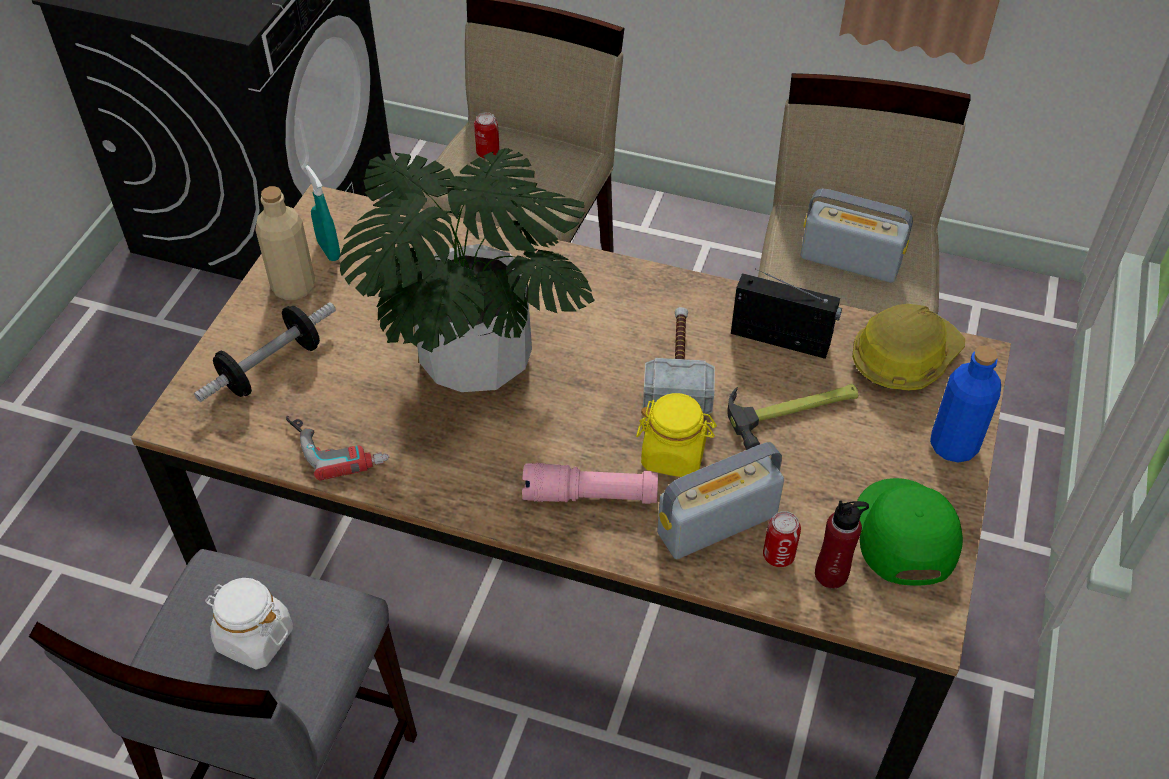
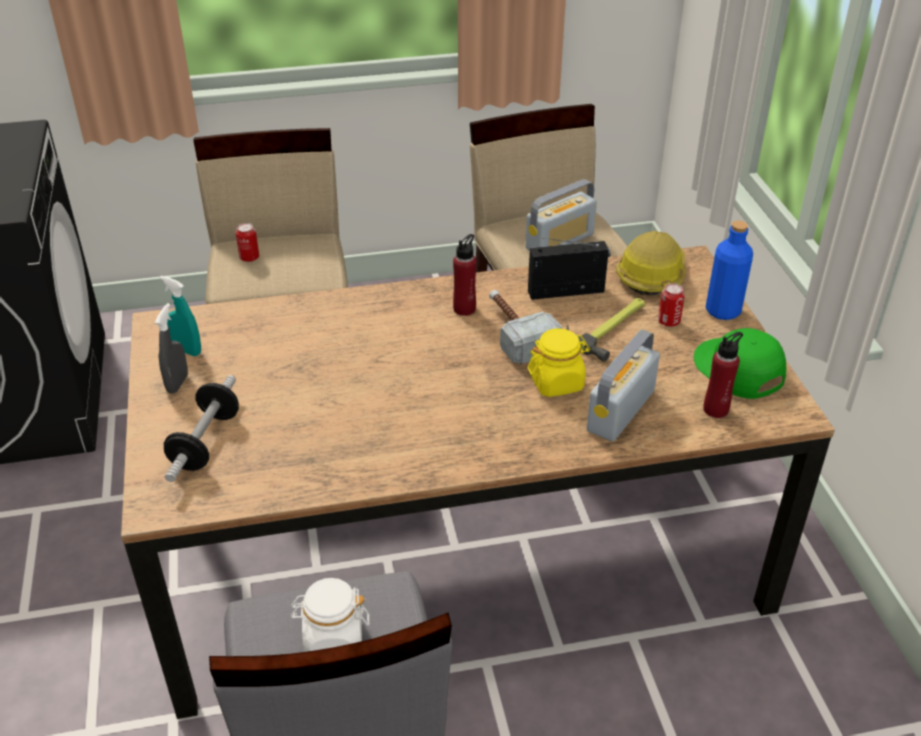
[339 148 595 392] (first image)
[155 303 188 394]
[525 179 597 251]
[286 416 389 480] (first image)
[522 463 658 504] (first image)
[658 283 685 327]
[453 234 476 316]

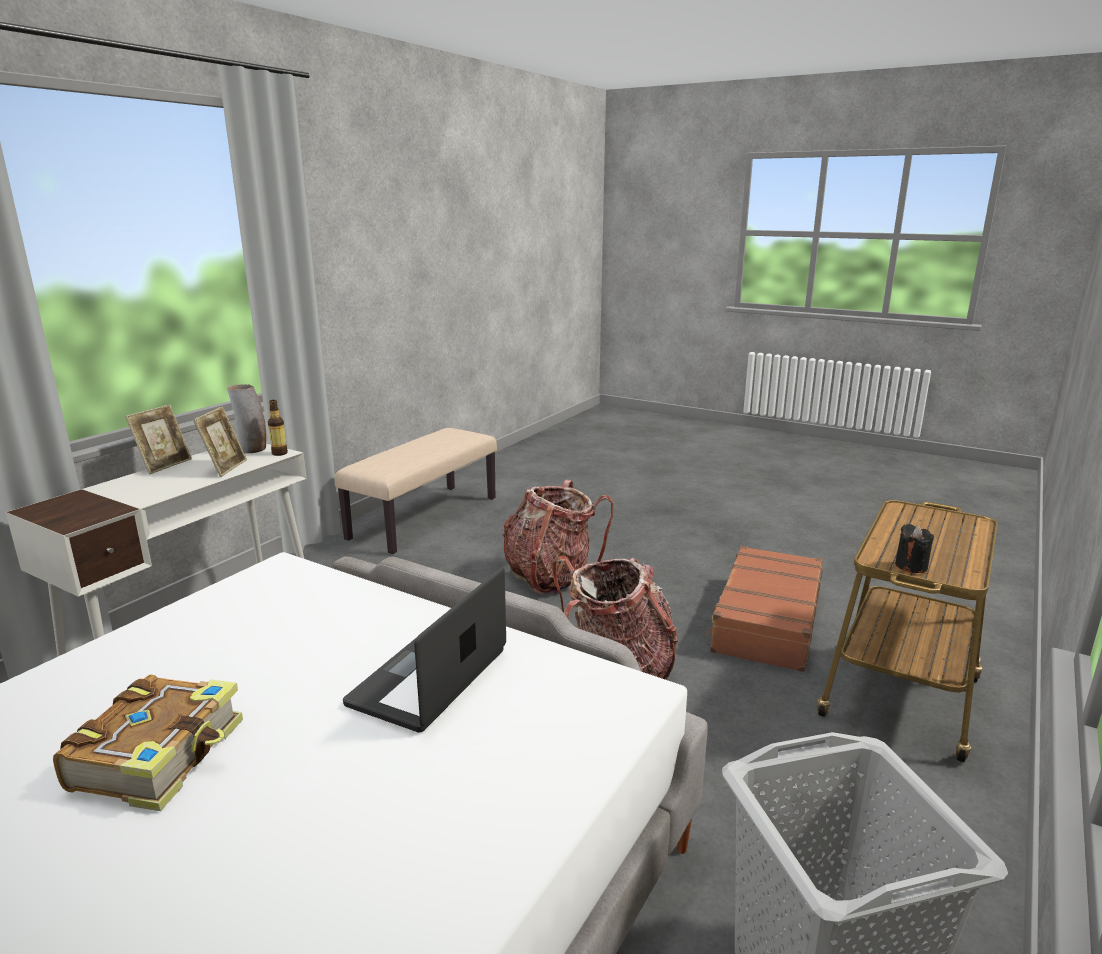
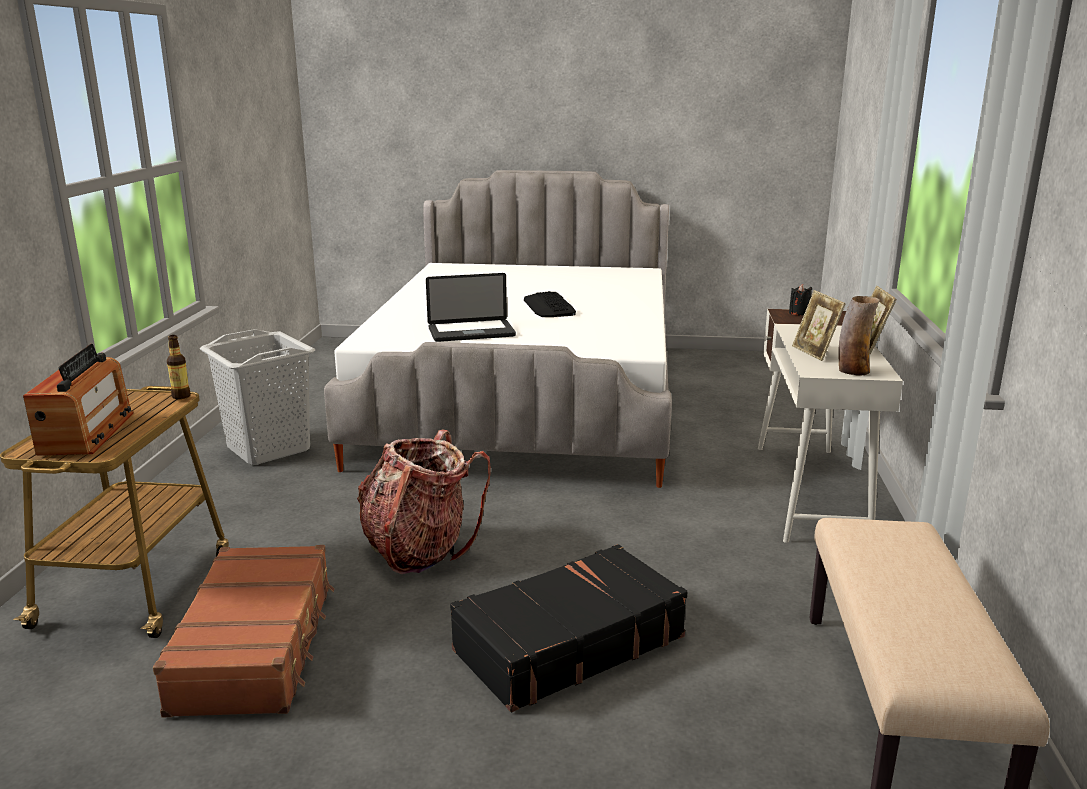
[167 335 191 399]
[450 544 687 712]
[789 284 812 316]
[426 273 516 342]
[524 291 576 317]
[23 344 134 456]

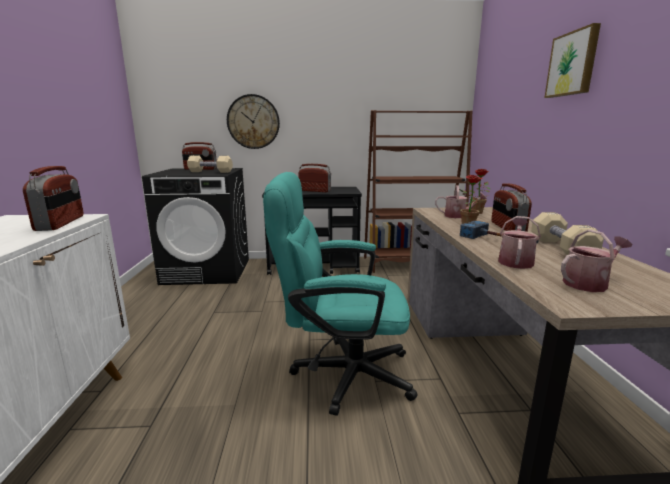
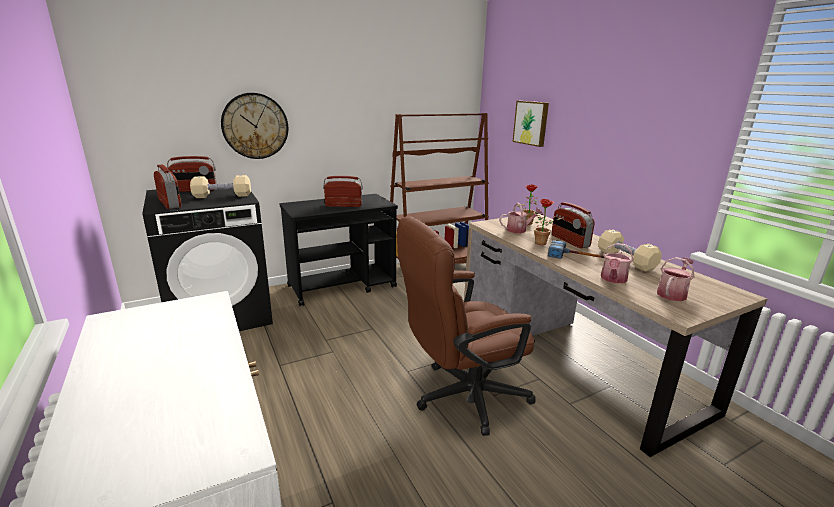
[513 101 549 147]
[154 164 182 209]
[397 216 536 436]
[601 243 633 283]

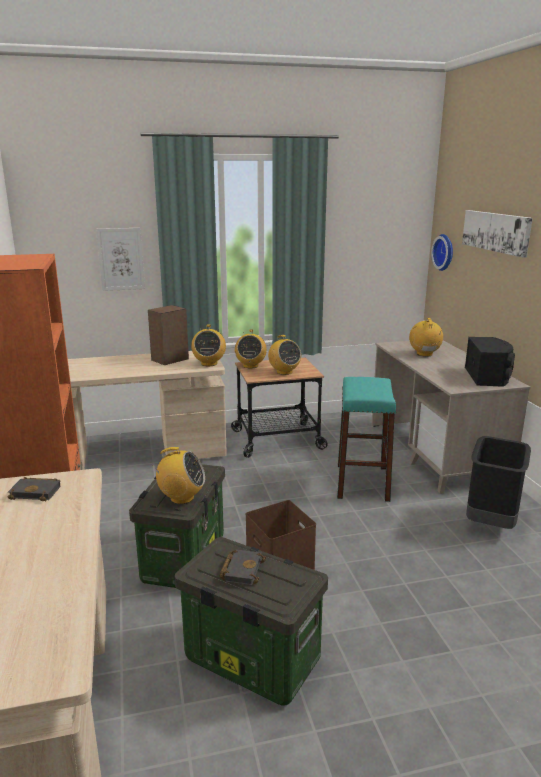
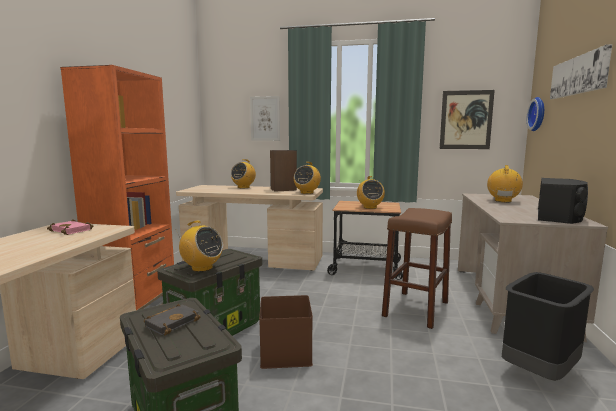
[231 159 256 188]
[382 208 452 329]
[47 219 93 235]
[440 90 495 149]

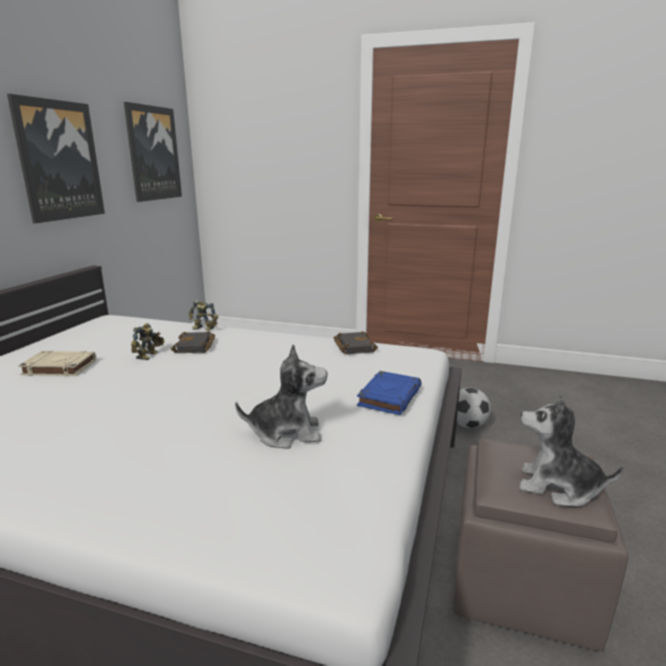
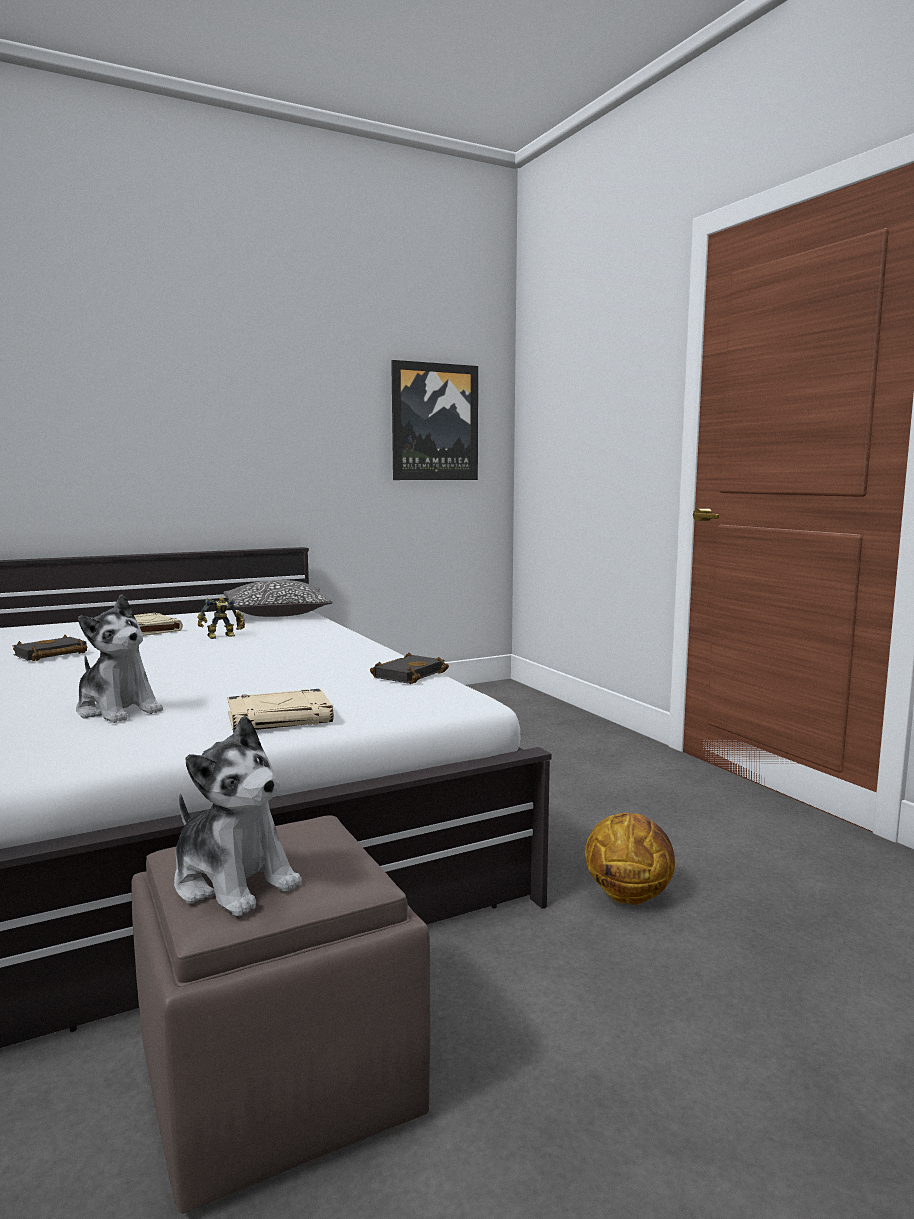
[7 94 105 223] (first image)
[188 300 218 331] (first image)
[12 635 87 661]
[227 689 333 732]
[585 813 675 905]
[174 716 302 916]
[223 580 333 617]

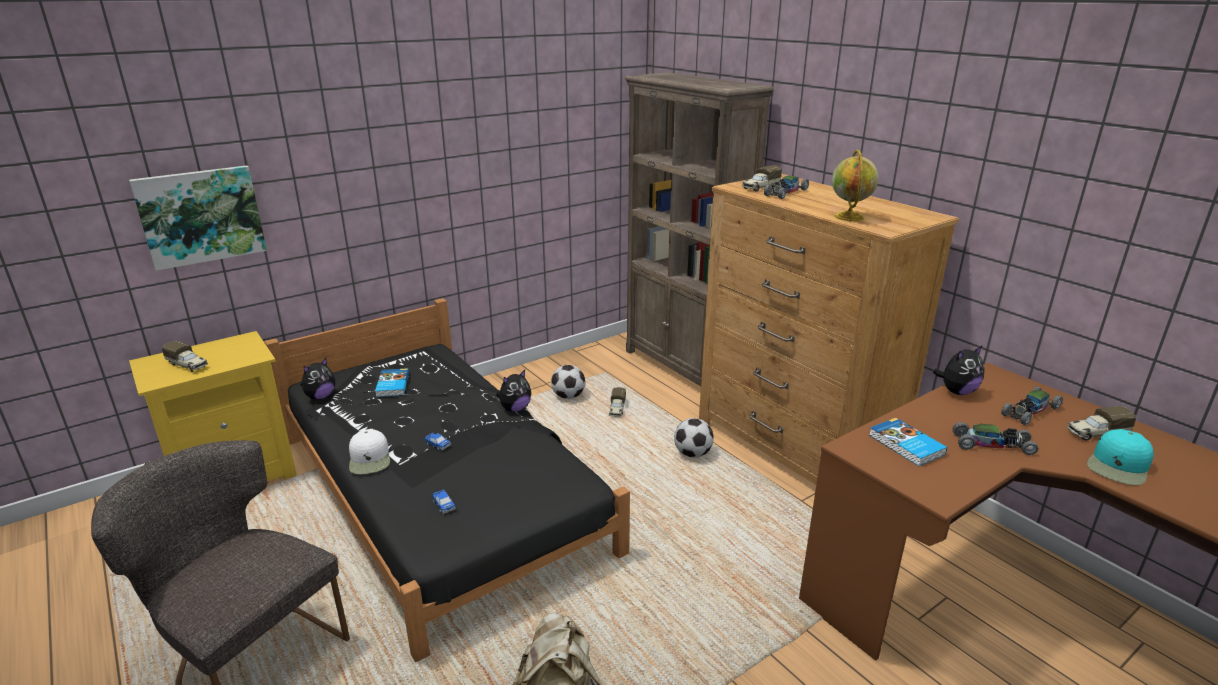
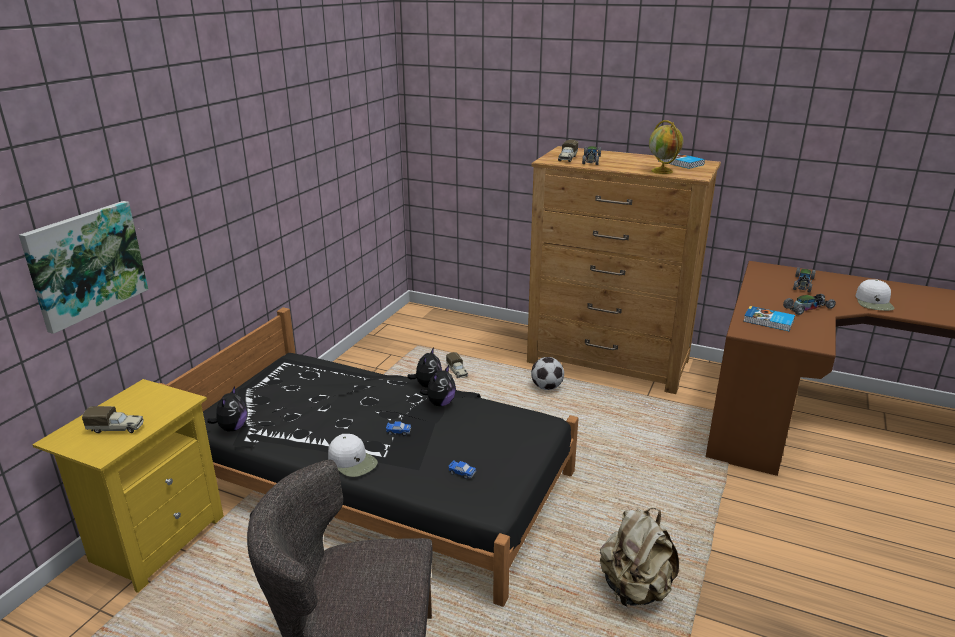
[624 72 774 386] (first image)
[420 365 456 406]
[551 365 585 399] (first image)
[659 153 705 169]
[1067 406 1137 440] (first image)
[856 280 894 311]

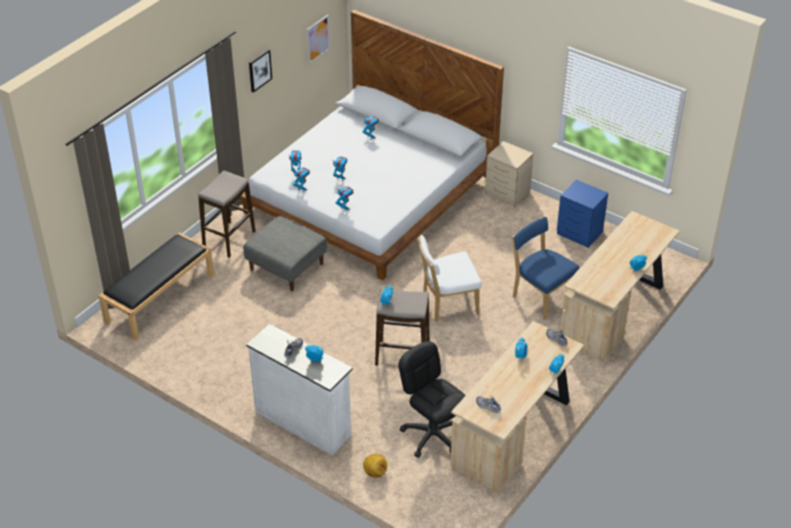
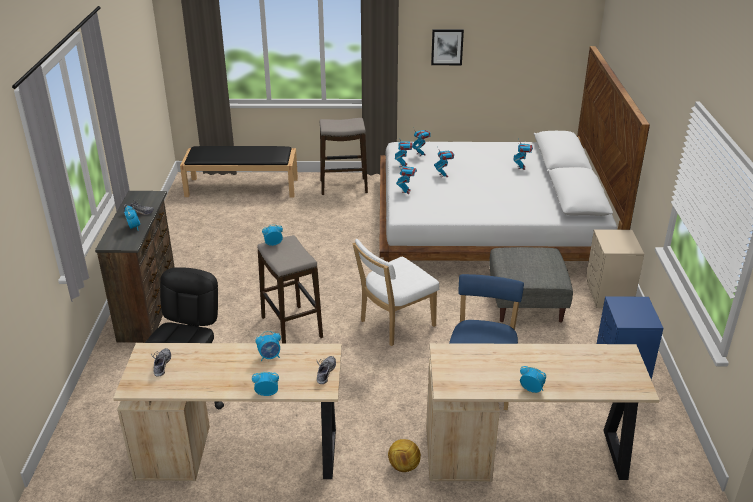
[307 15 330 64] (first image)
[489 247 573 323]
[353 239 439 346]
[95 191 175 343]
[388 439 421 472]

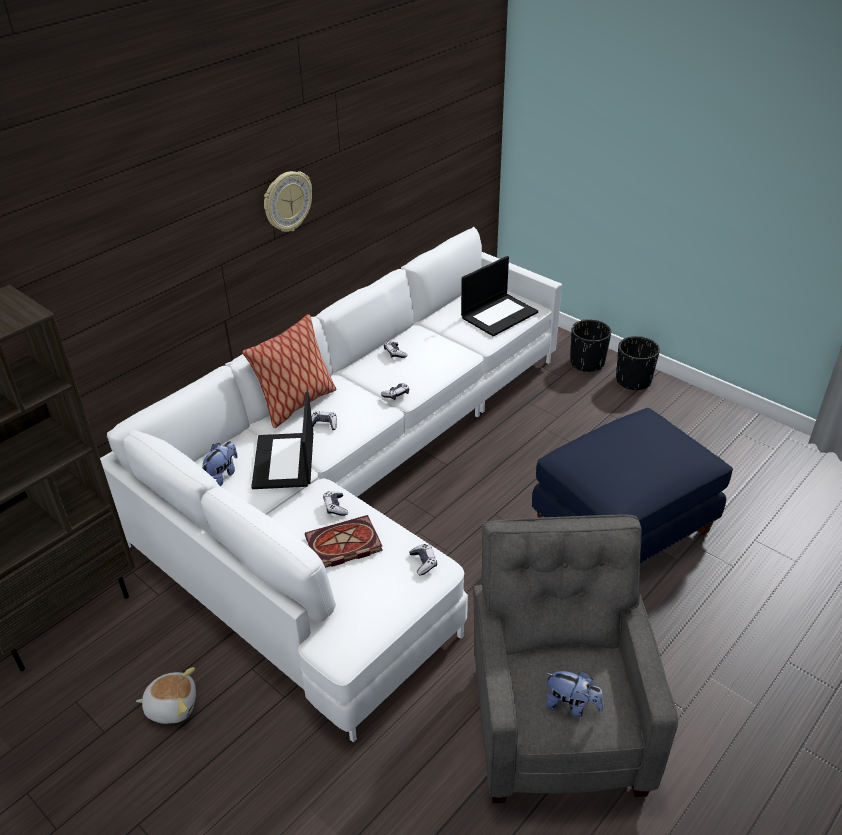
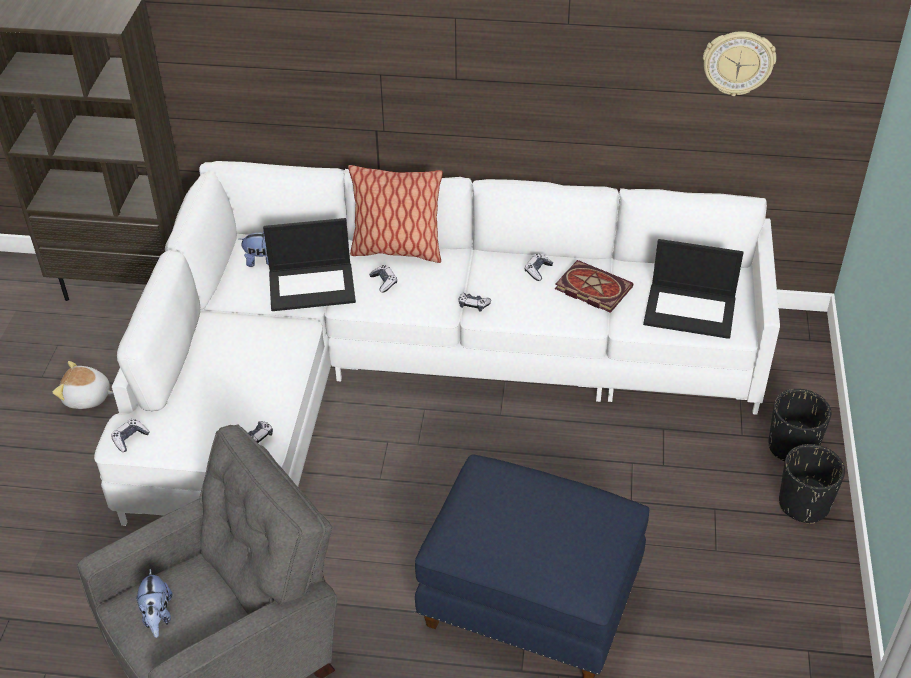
[703 31 776 96]
[263 218 356 311]
[111 419 150 452]
[555 260 633 313]
[53 361 114 409]

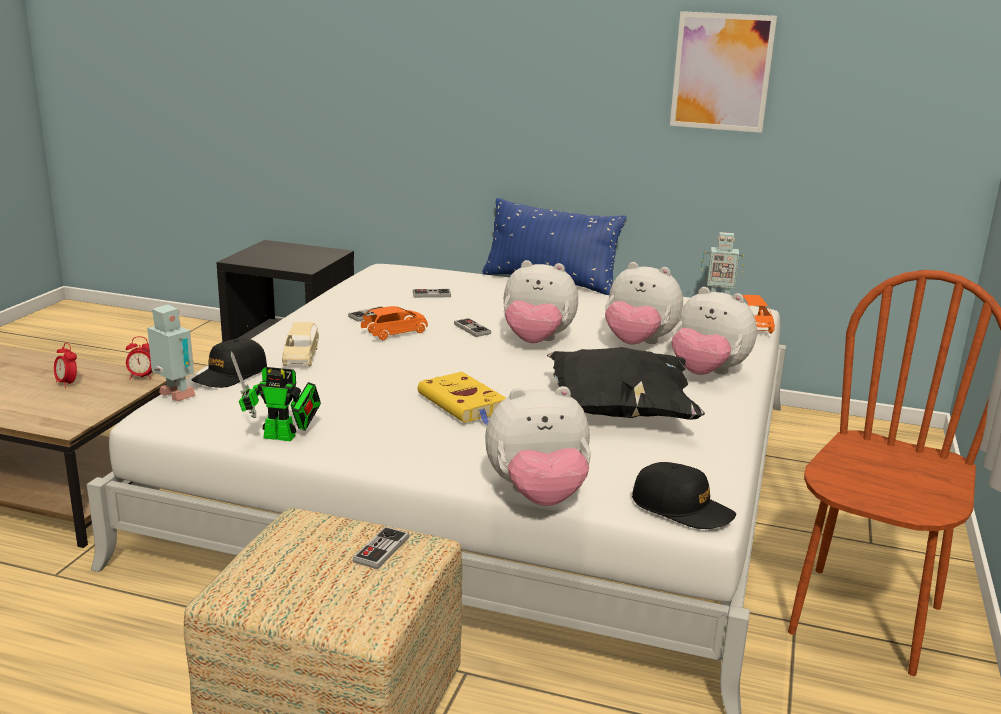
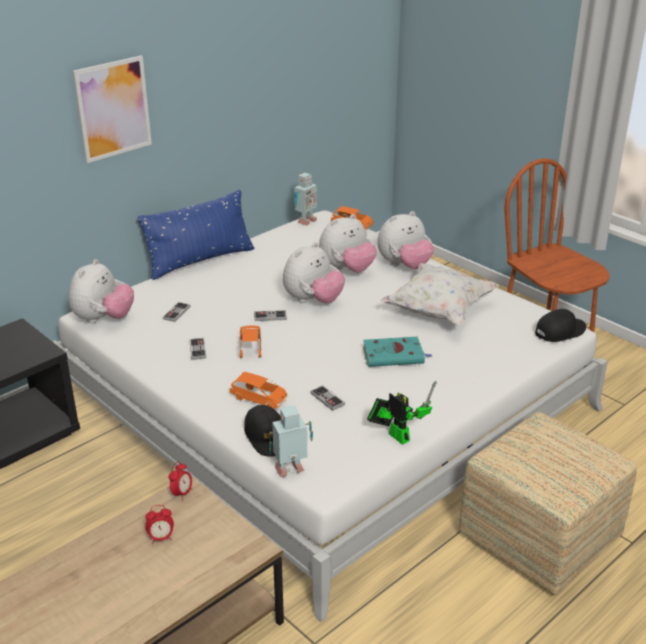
[73 56 152 163]
[230 372 287 409]
[380 263 499 325]
[367 380 436 445]
[363 337 433 367]
[68 259 134 324]
[310 386 345 411]

